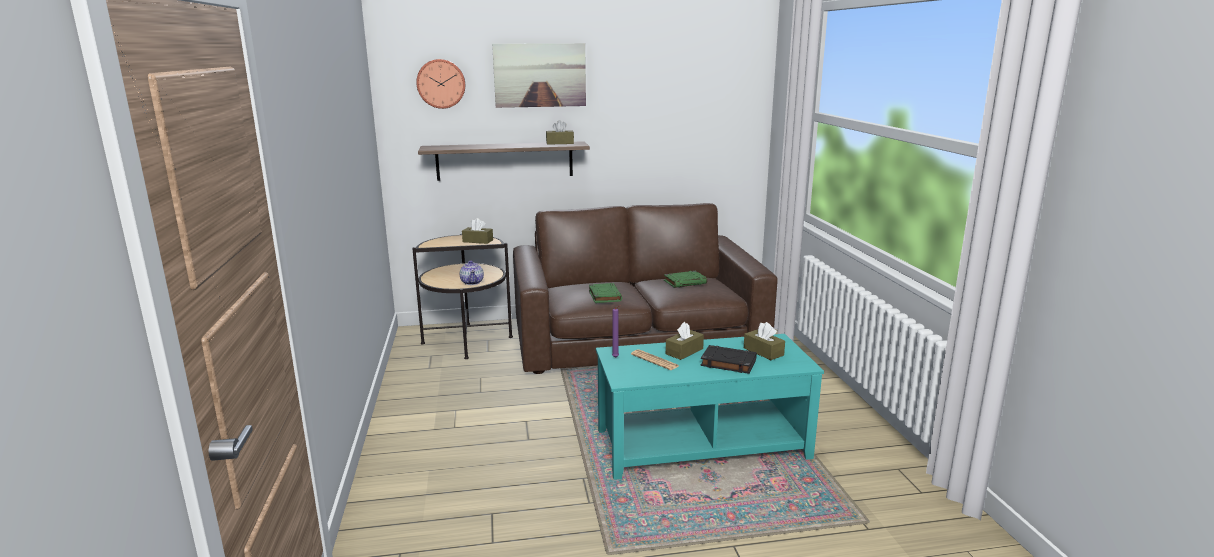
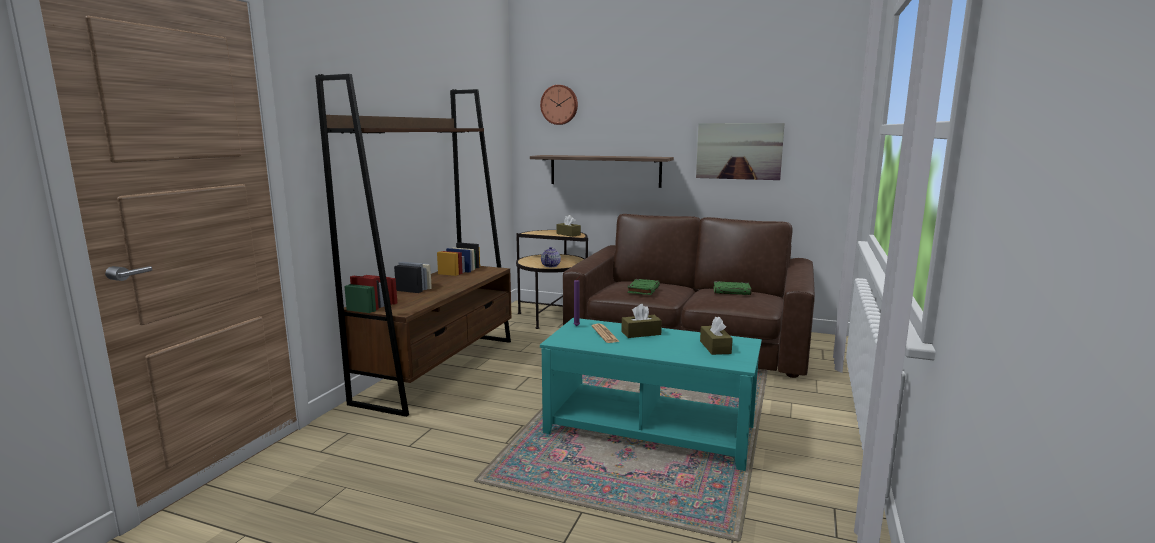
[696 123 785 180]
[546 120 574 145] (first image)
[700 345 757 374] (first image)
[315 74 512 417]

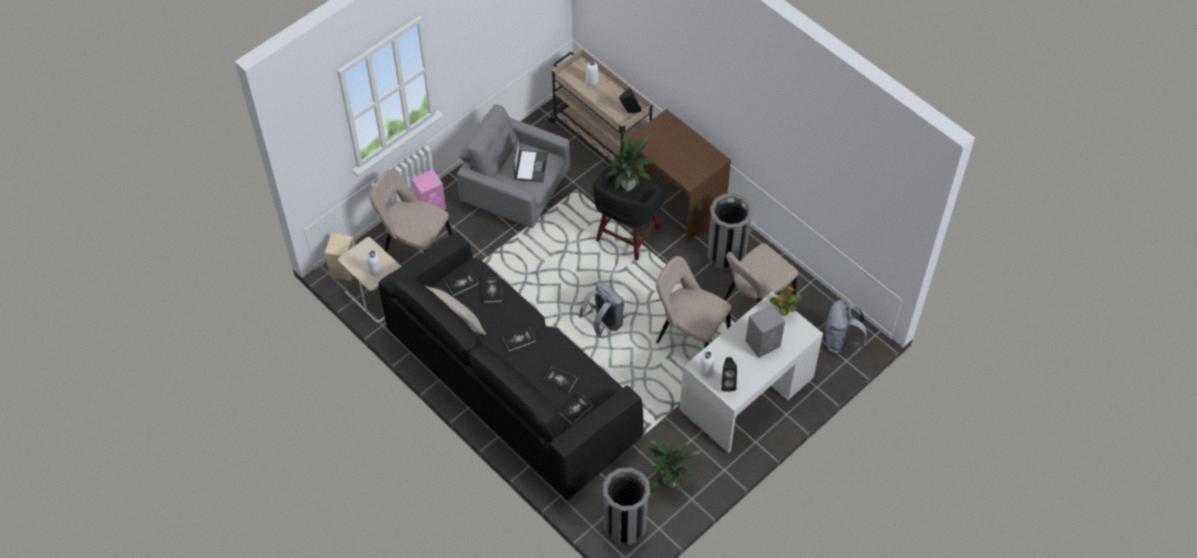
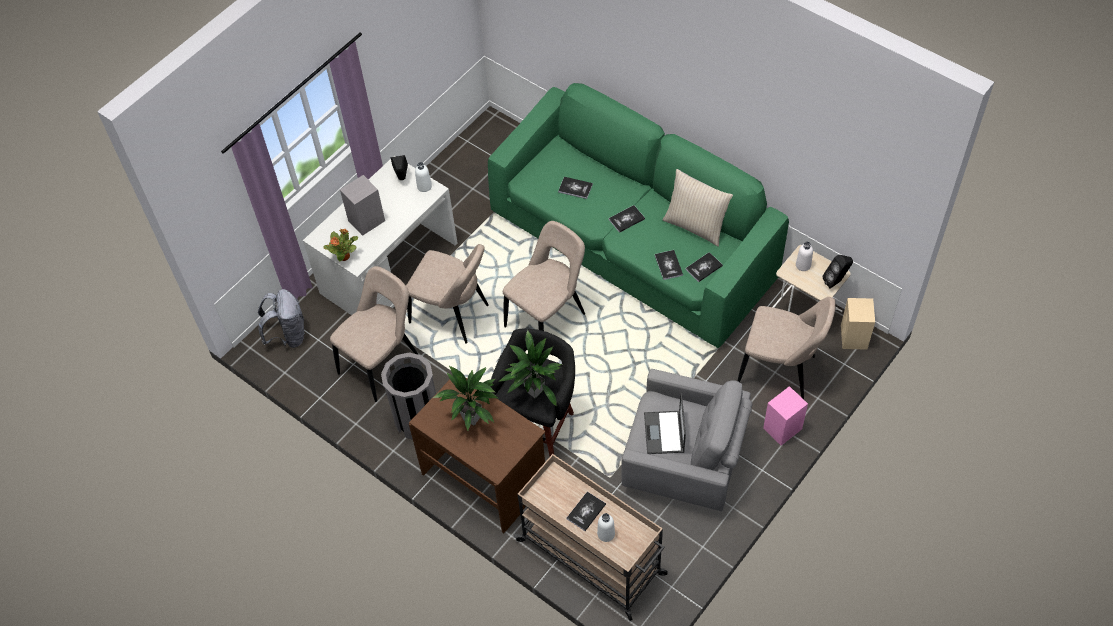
[822 255 853 289]
[488 83 789 348]
[503 221 585 353]
[567 492 606 531]
[433 366 498 431]
[603 468 650 545] (first image)

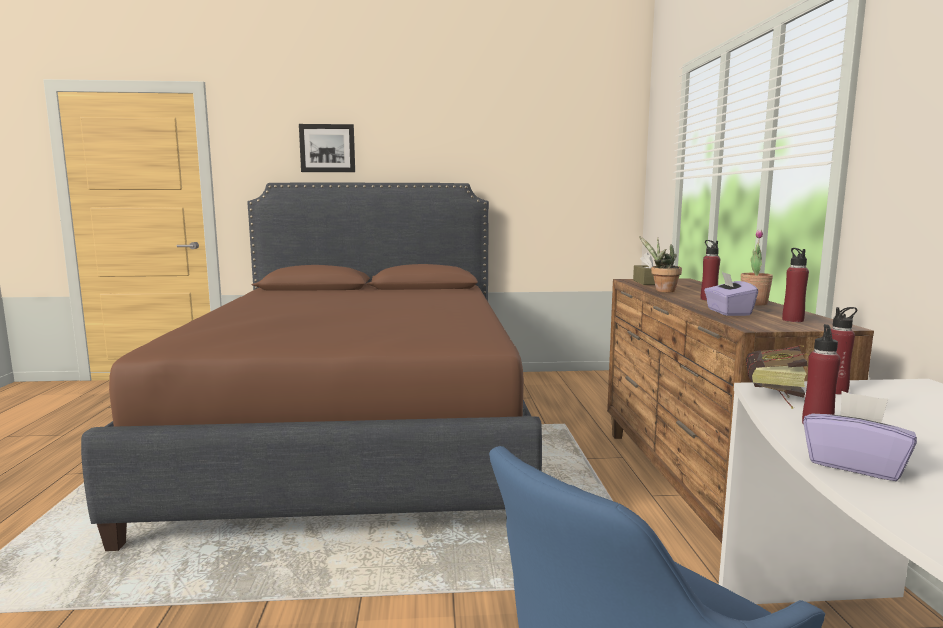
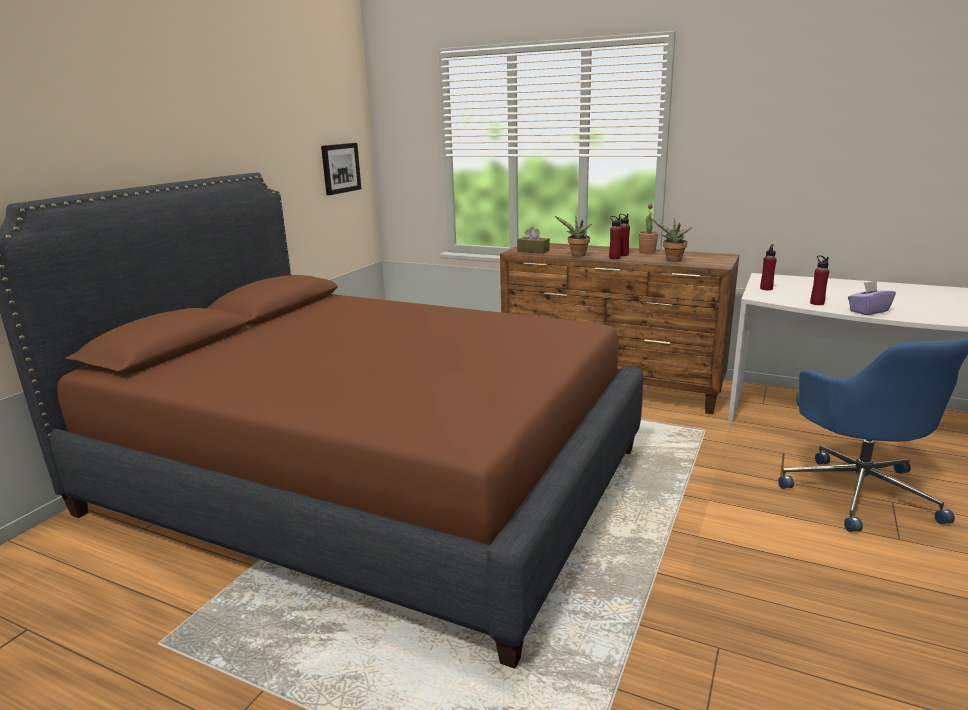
[321 143 361 195]
[609 216 622 259]
[652 218 692 262]
[746 345 809 409] (first image)

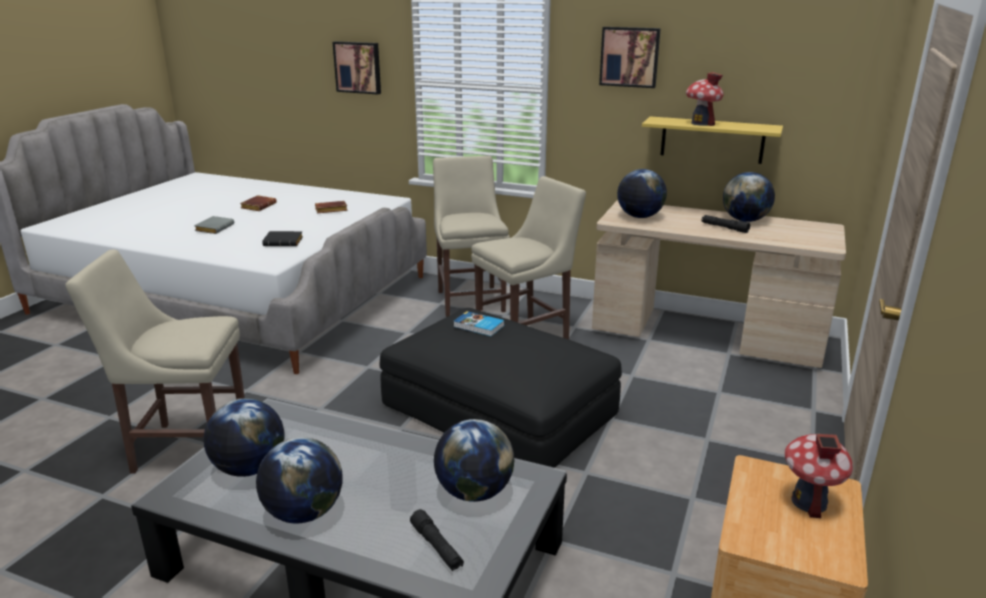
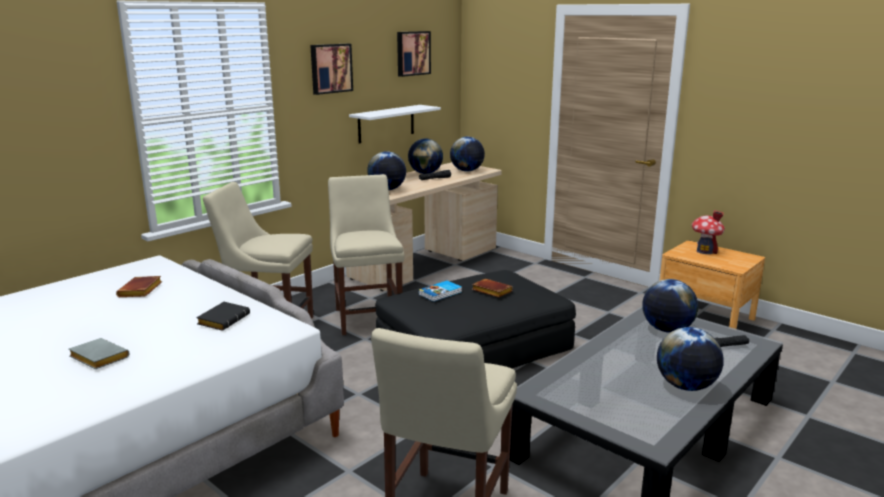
[397 31 431 77]
[686 72 724 126] (first image)
[349 105 441 143]
[472 279 513 297]
[450 137 485 172]

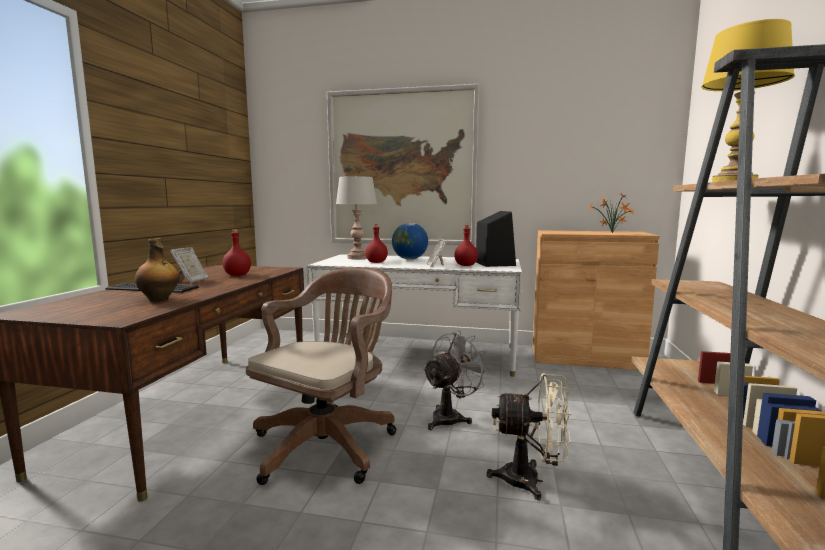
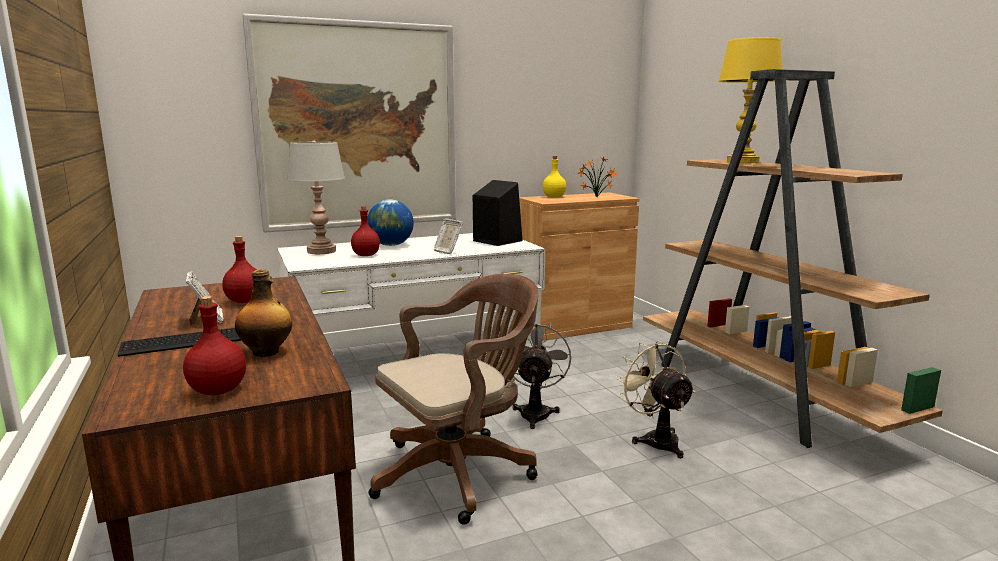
[183 296 246 395]
[368 274 539 525]
[616 341 696 458]
[543 156 566 198]

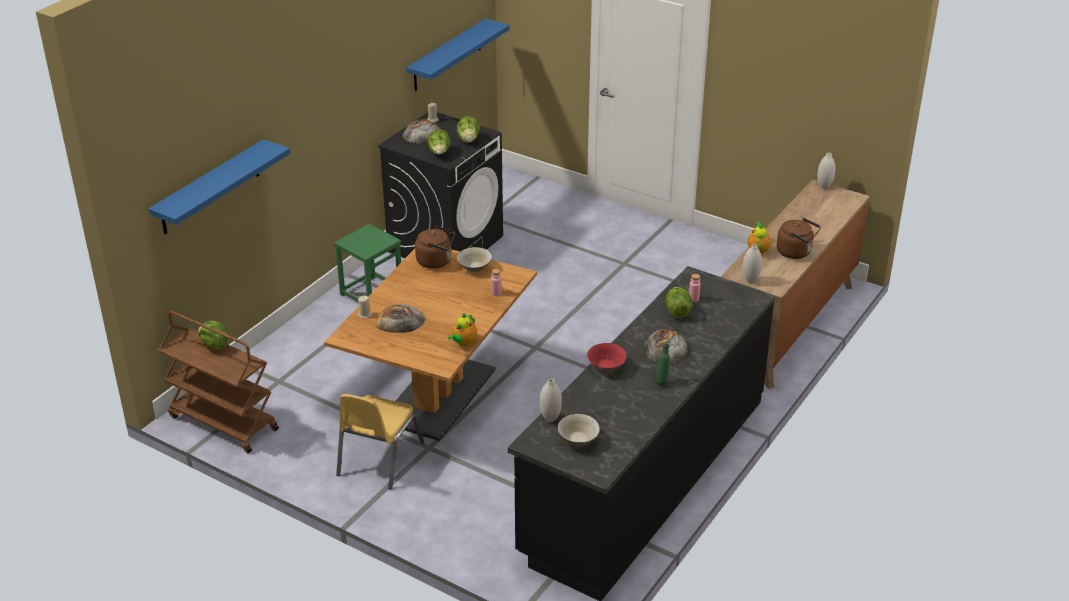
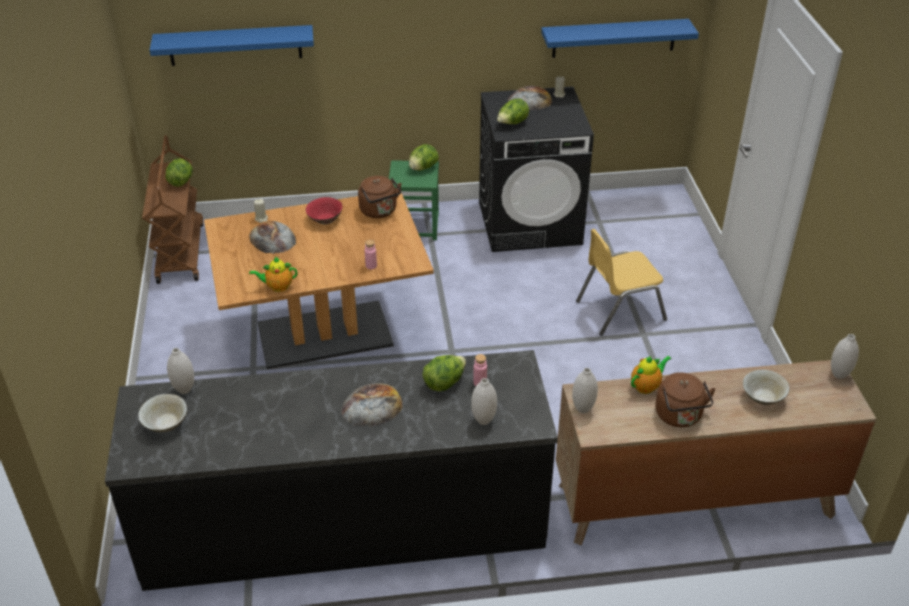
[409 144 439 171]
[743 369 790 405]
[306 197 343 225]
[656 343 670 385] (first image)
[576 229 667 336]
[471 378 497 425]

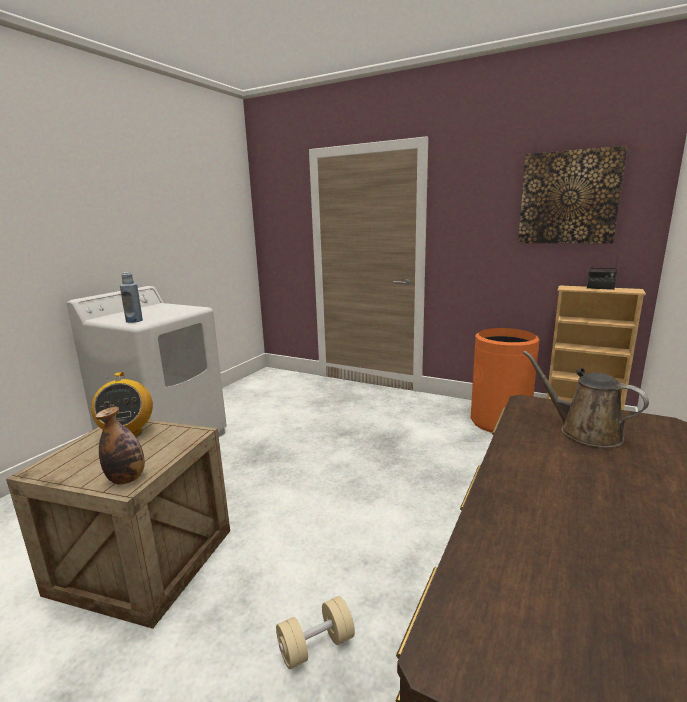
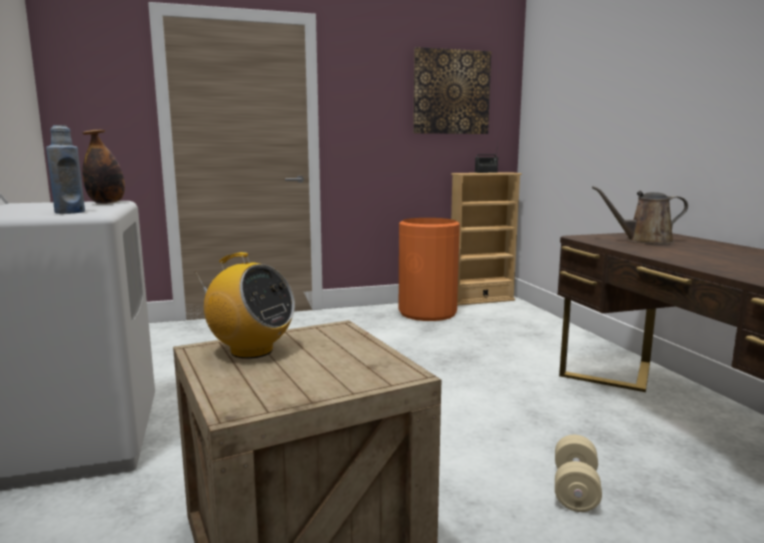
[82 130 125 204]

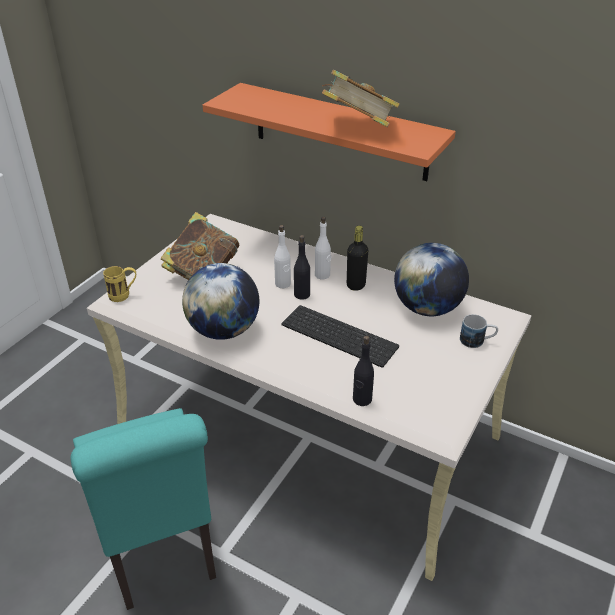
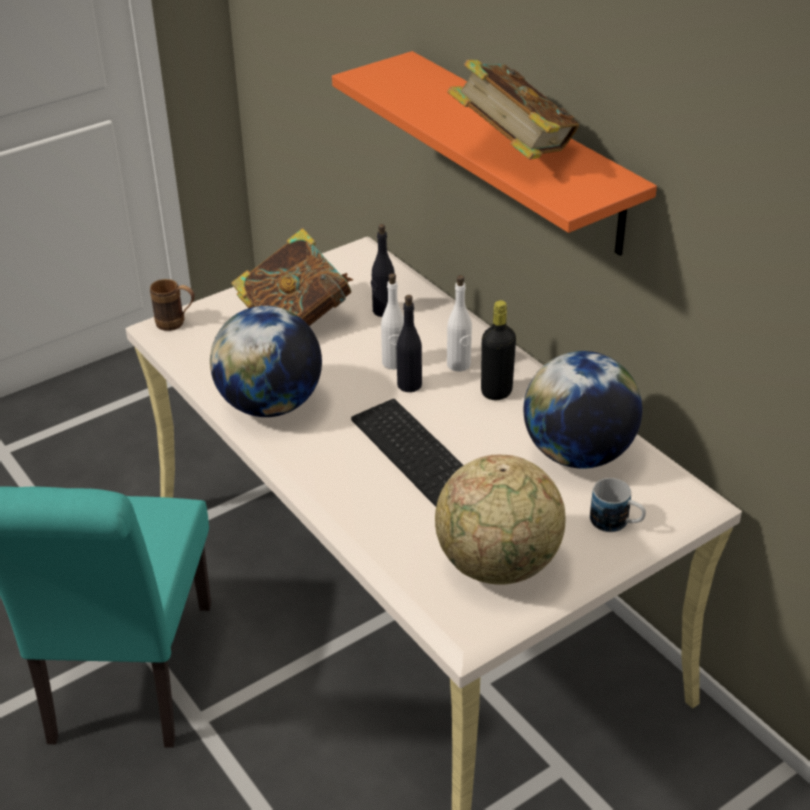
[150 279 195 331]
[371 224 395 317]
[435 455 565 585]

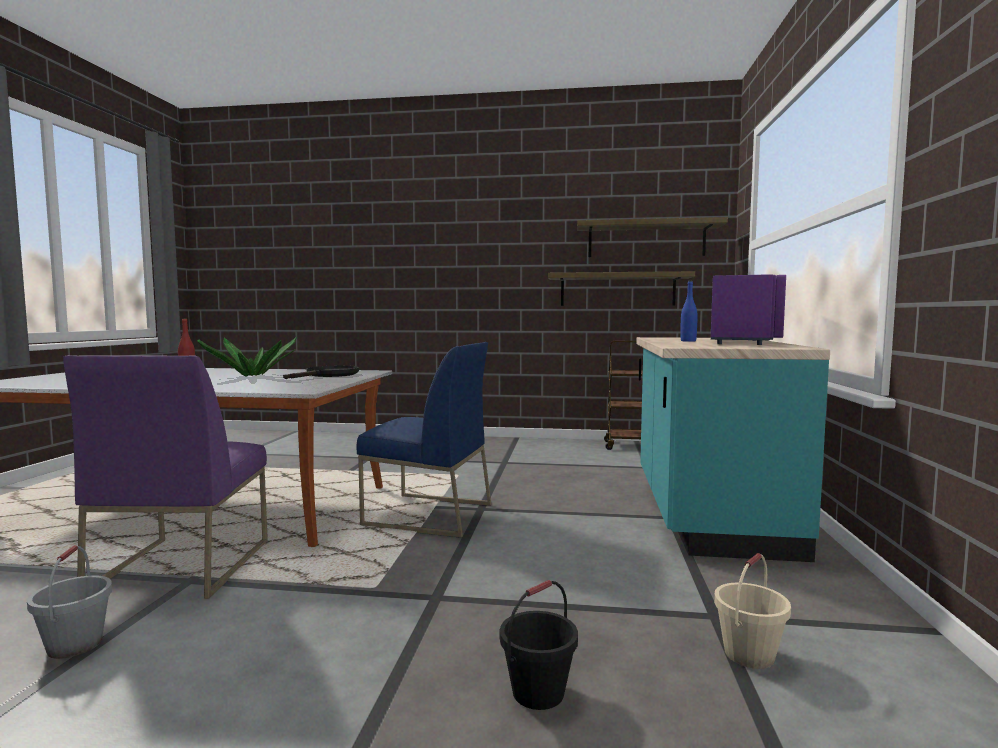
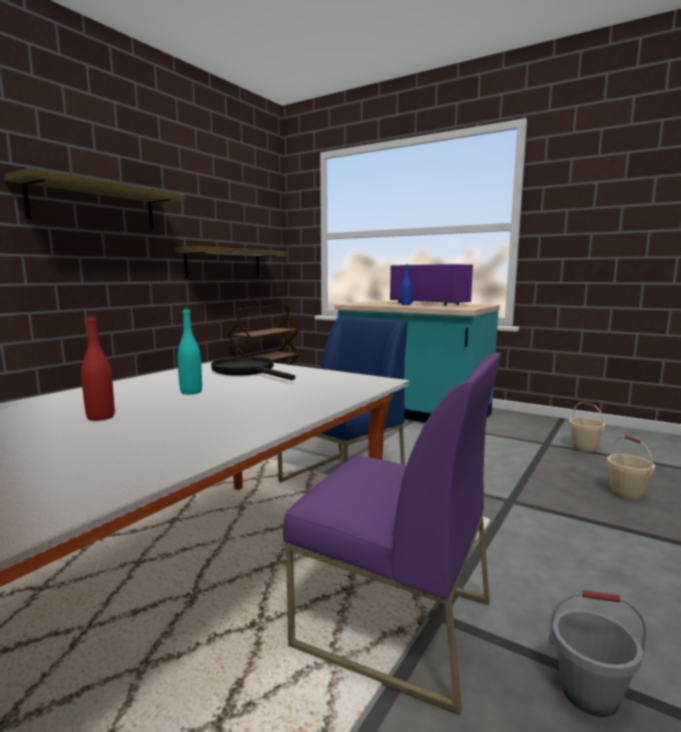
[4 168 185 230]
[177 308 202 394]
[607 435 655 500]

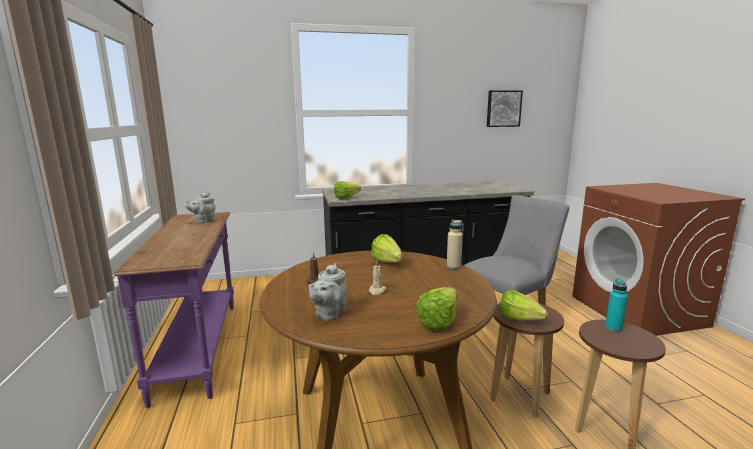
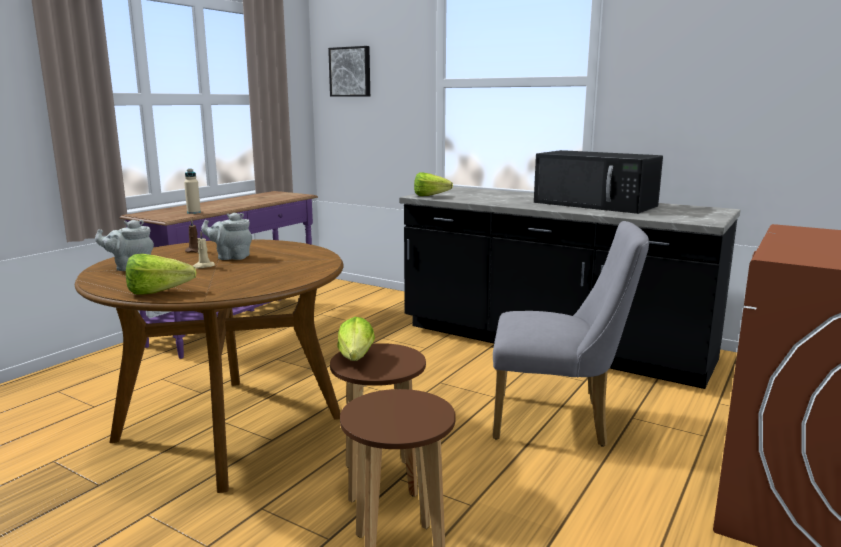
[328 46 370 97]
[201 212 252 260]
[184 169 201 214]
[371 234 402 263] (first image)
[605 278 628 332] (first image)
[534 150 663 214]

